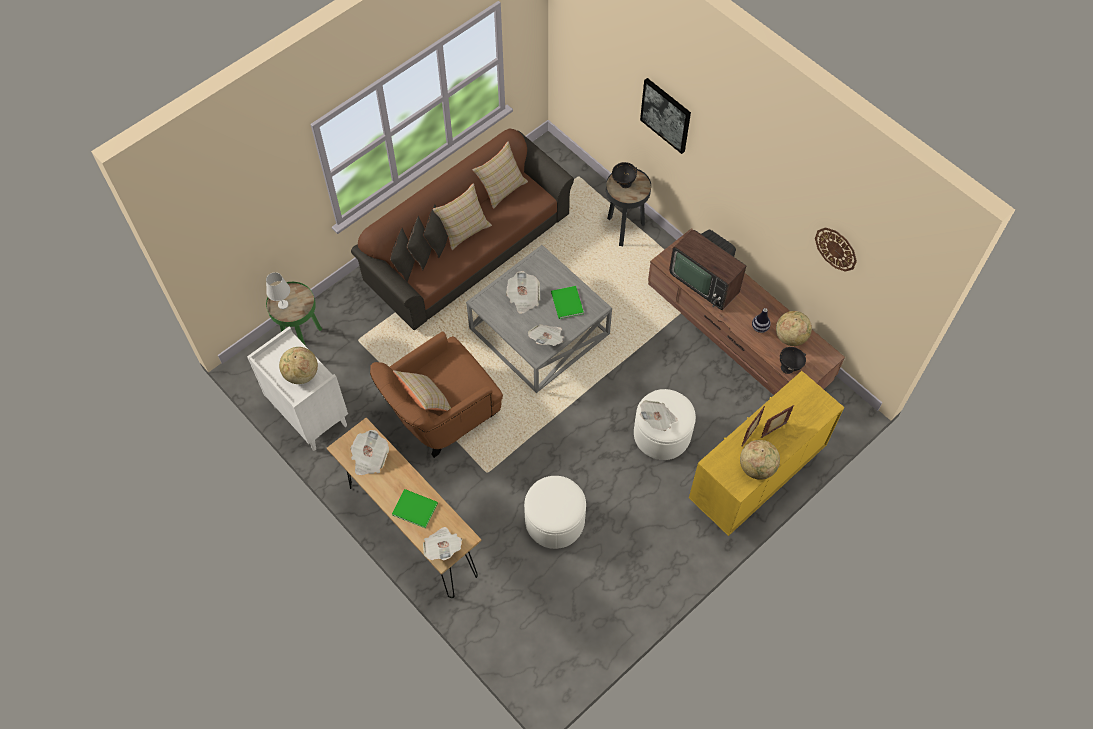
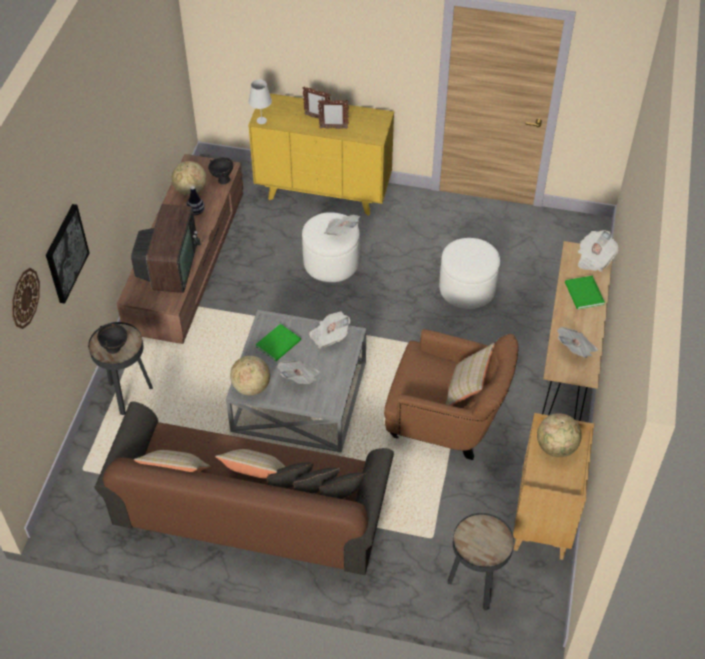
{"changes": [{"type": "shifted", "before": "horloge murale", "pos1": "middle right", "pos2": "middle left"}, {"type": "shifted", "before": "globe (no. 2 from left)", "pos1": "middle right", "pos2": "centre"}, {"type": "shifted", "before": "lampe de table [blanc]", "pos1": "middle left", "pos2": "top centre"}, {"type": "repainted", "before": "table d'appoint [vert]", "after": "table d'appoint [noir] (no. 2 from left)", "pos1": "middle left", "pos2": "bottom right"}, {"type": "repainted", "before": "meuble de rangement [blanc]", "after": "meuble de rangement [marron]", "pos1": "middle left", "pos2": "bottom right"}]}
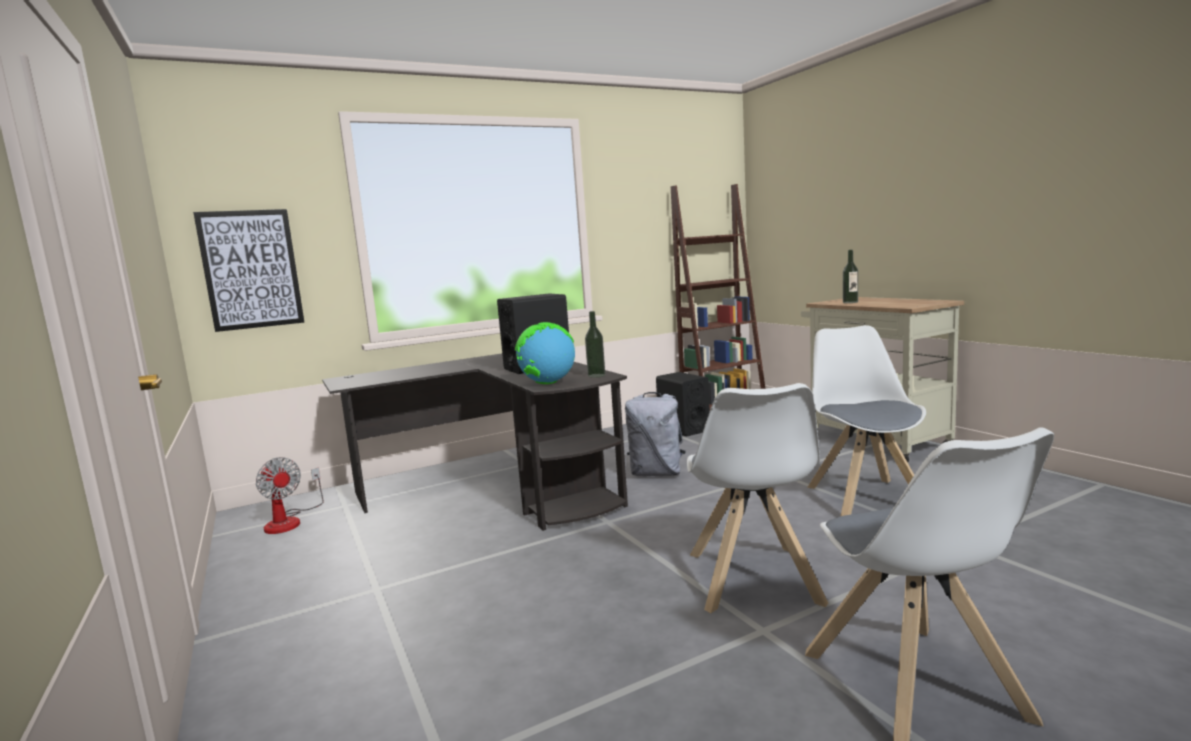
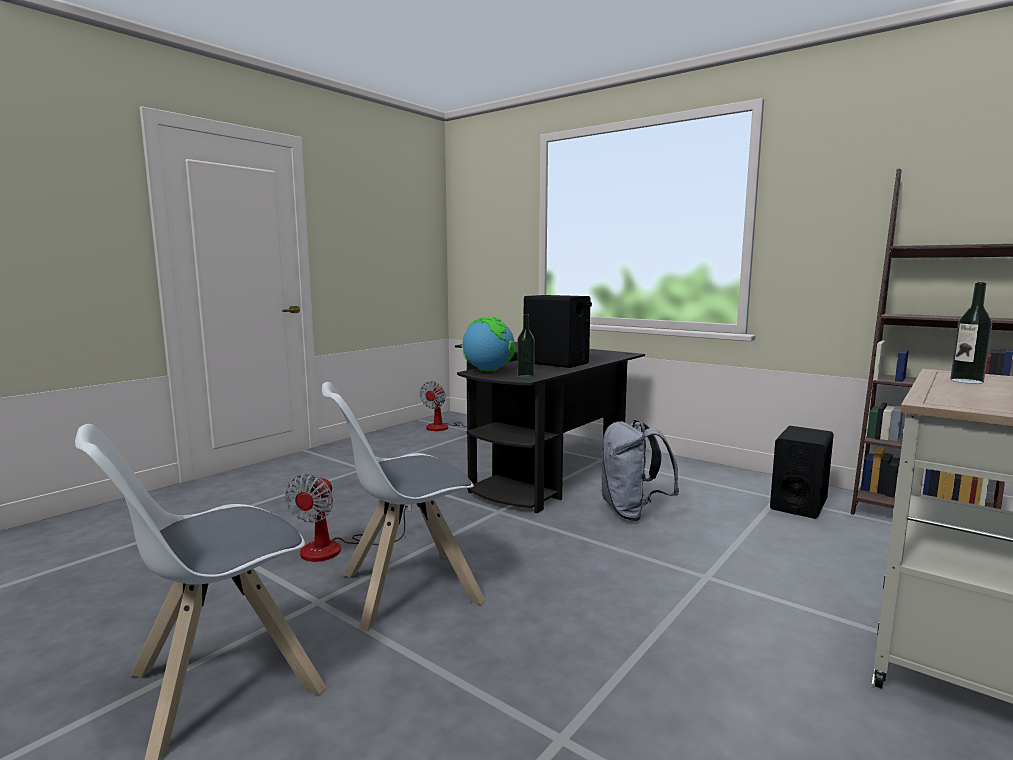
{"changes": [{"type": "new", "after": "ventilateur (no. 1 from left)", "pos2": "bottom centre"}, {"type": "gone", "before": "tableau", "pos1": "middle left"}, {"type": "gone", "before": "chaise (no. 2 from left)", "pos1": "middle right"}]}
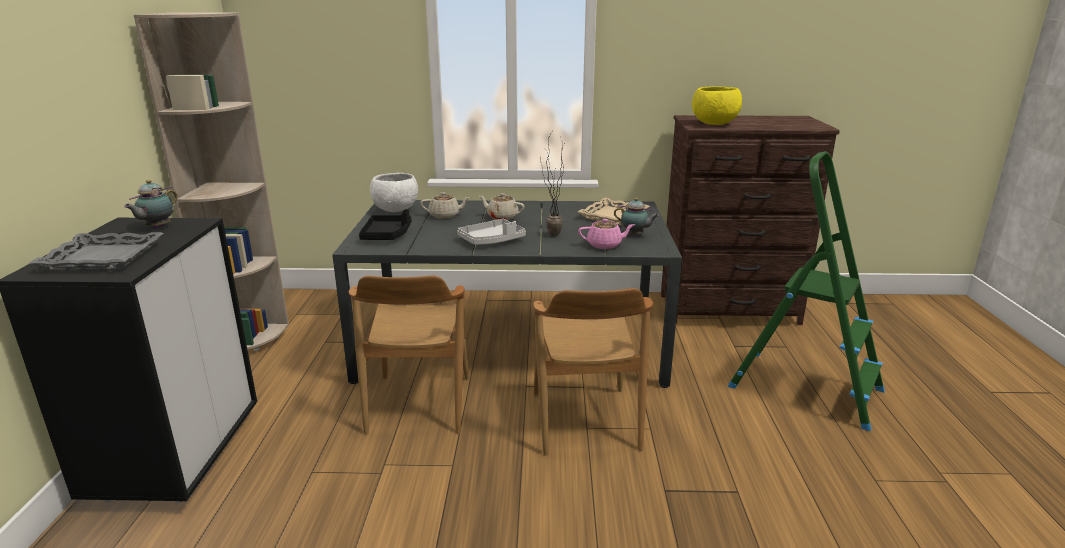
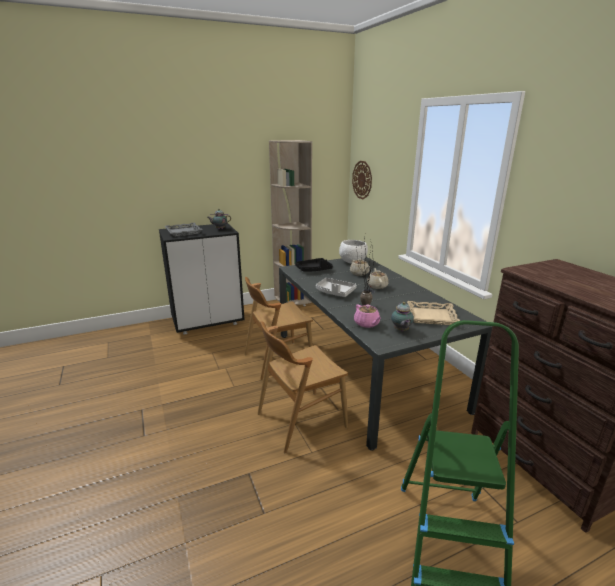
{"changes": [{"type": "new", "after": "horloge murale", "pos2": "top centre"}, {"type": "gone", "before": "bol [jaune]", "pos1": "top right"}]}
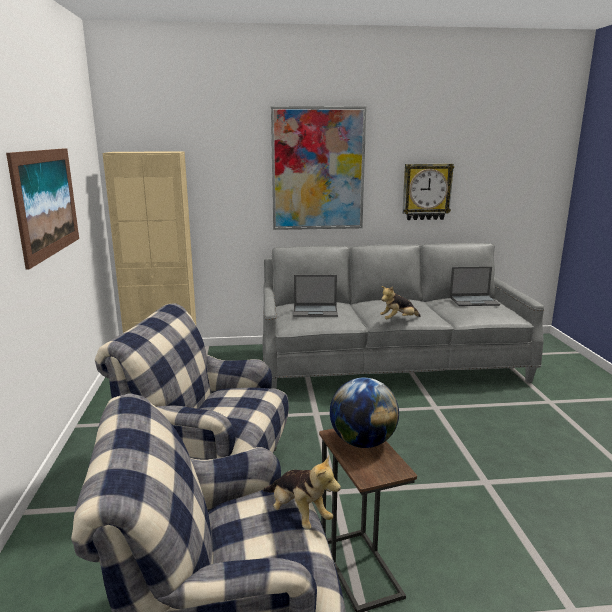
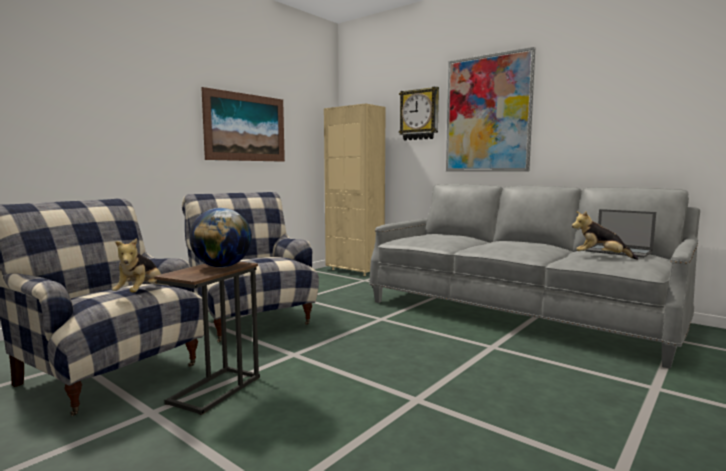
{"changes": [{"type": "shifted", "before": "horloge murale", "pos1": "top right", "pos2": "top centre"}, {"type": "shifted", "before": "peluche (no. 2 from left)", "pos1": "centre", "pos2": "middle right"}, {"type": "gone", "before": "ordinateur portable (no. 1 from left)", "pos1": "centre"}]}
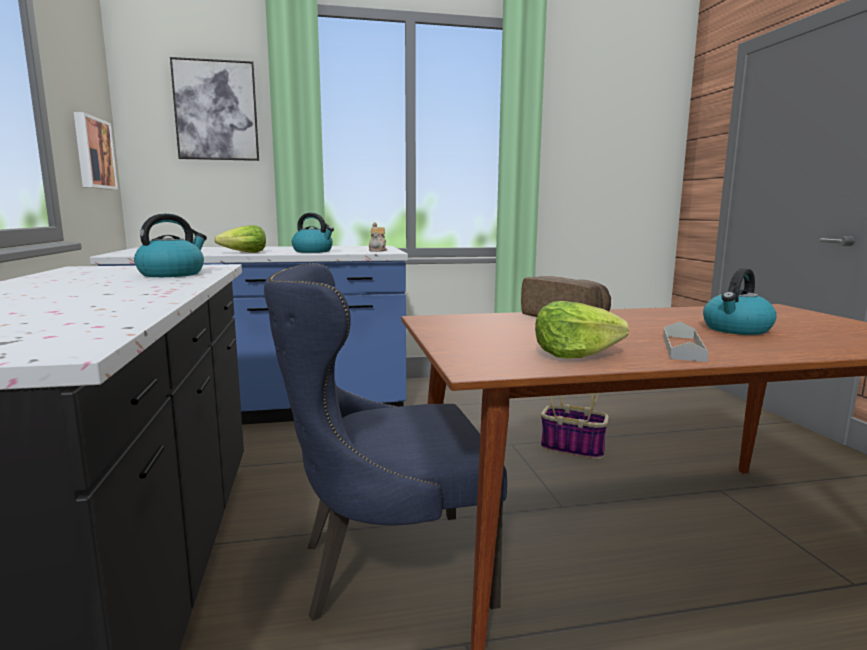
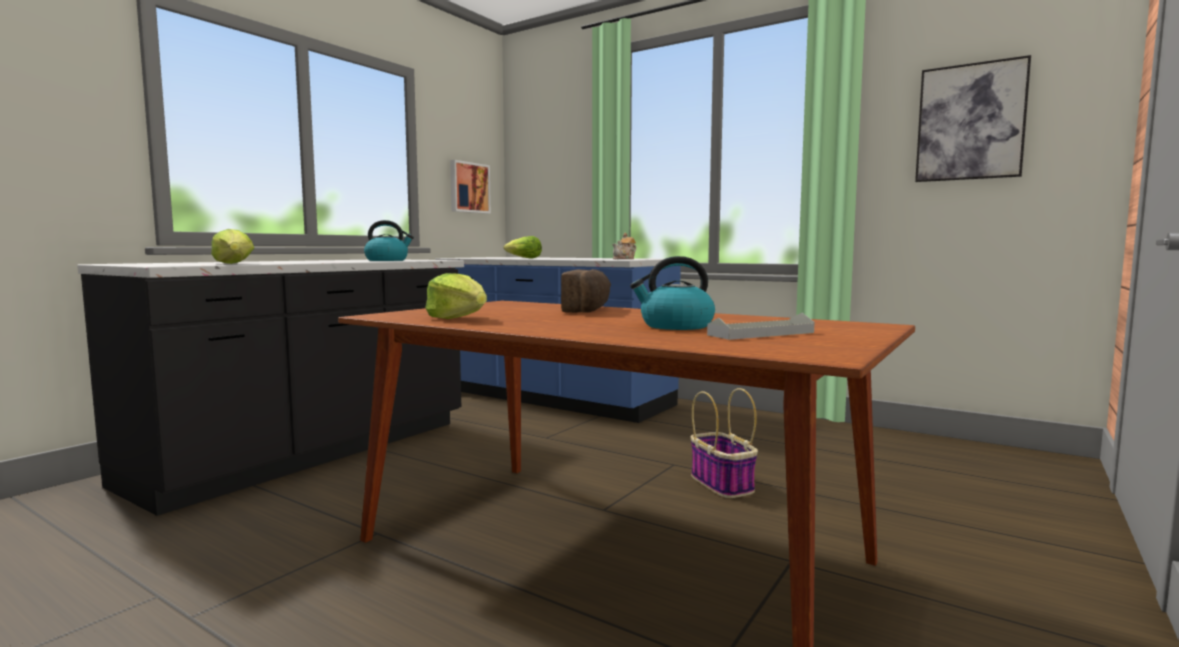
{"changes": [{"type": "new", "after": "laitue (no. 1 from left)", "pos2": "middle left"}, {"type": "shifted", "before": "plateau [gris]", "pos1": "middle right", "pos2": "centre"}, {"type": "shifted", "before": "tableau (no. 2 from left)", "pos1": "top left", "pos2": "top right"}, {"type": "gone", "before": "chaise [bleu]", "pos1": "bottom centre"}, {"type": "gone", "before": "bouilloire (no. 2 from left)", "pos1": "centre"}]}
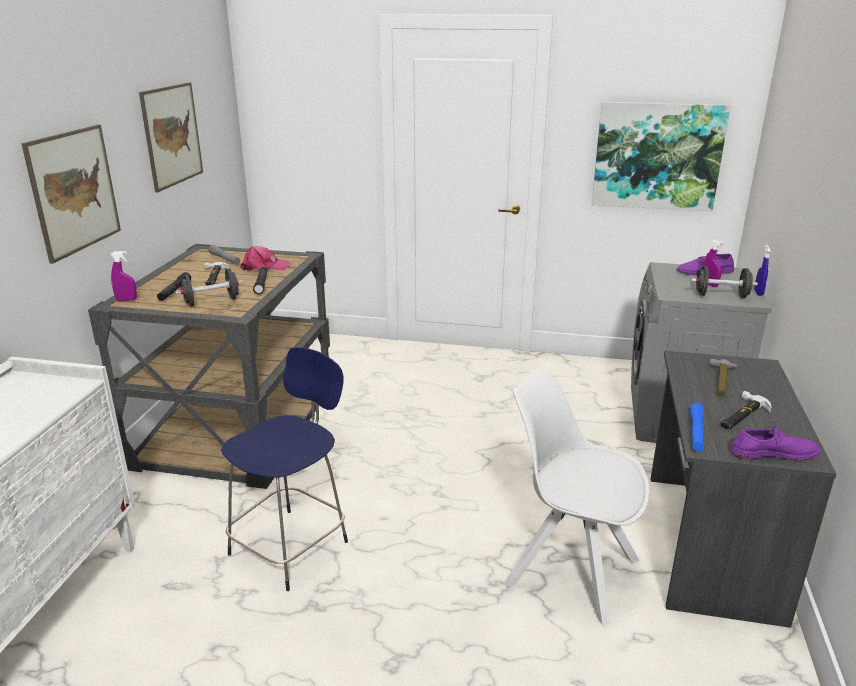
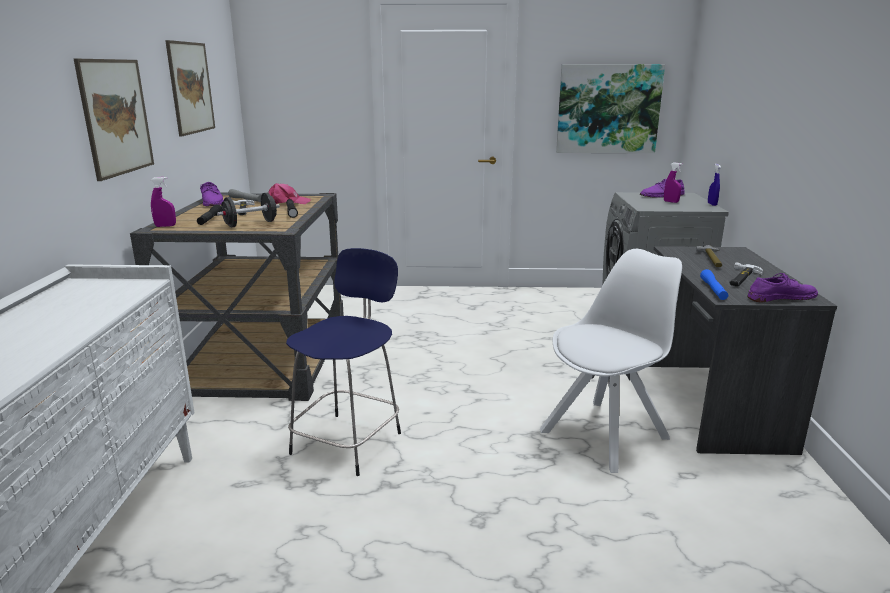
{"changes": [{"type": "new", "after": "chaussure [violet] (no. 1 from left)", "pos2": "top left"}, {"type": "rotated", "before": "chaise [blanc]", "pos1": "bottom right", "pos2": "middle right", "turn": 120}, {"type": "gone", "before": "haltère [noir] (no. 2 from left)", "pos1": "middle right"}]}
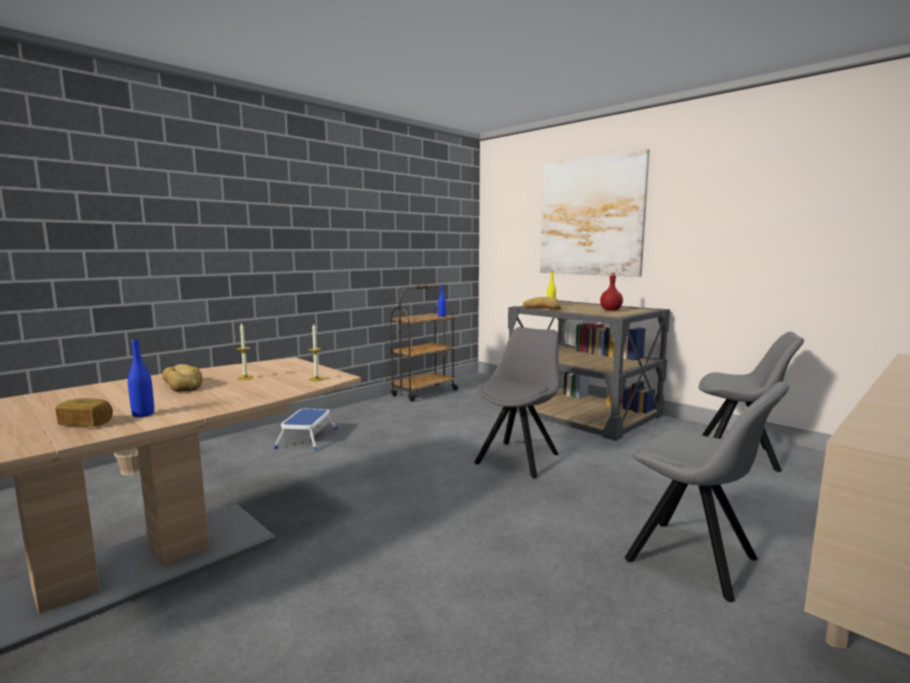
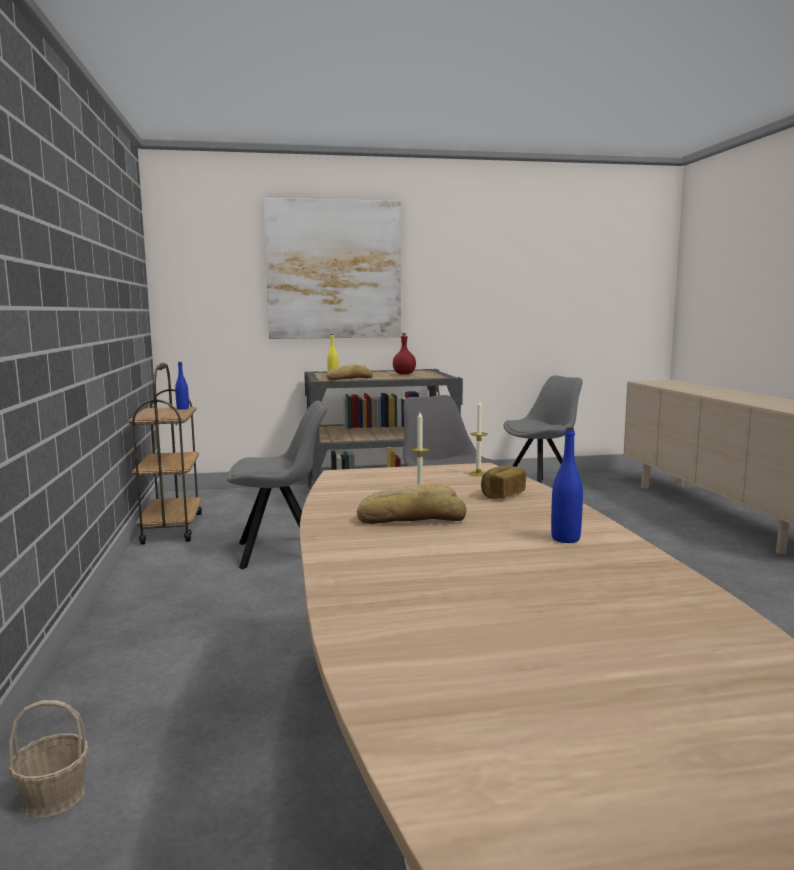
{"changes": [{"type": "shifted", "before": "chaise [gris] (no. 2 from left in the first image)", "after": "chaise [gris] (no. 1 from left)", "pos1": "bottom right", "pos2": "centre"}, {"type": "shifted", "before": "pain (no. 1 from left in the first image)", "after": "pain (no. 3 from left)", "pos1": "middle left", "pos2": "centre"}, {"type": "gone", "before": "escabeau [bleu]", "pos1": "centre"}]}
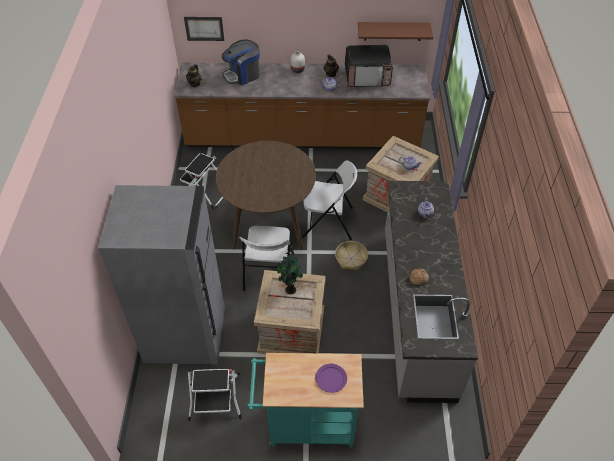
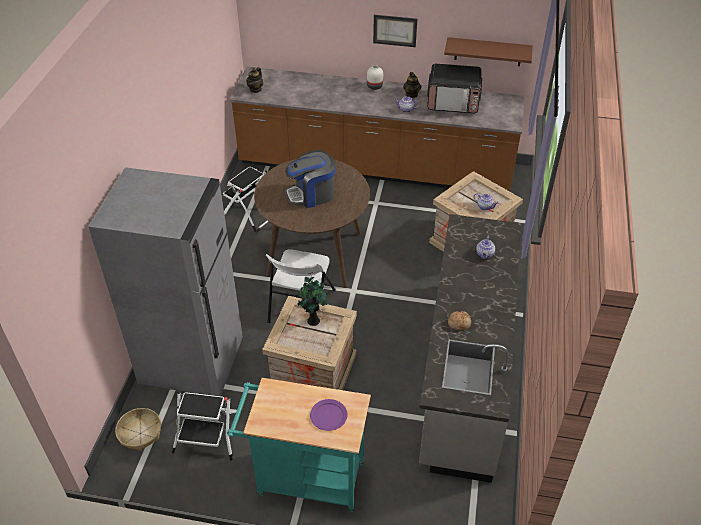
{"changes": [{"type": "shifted", "before": "panier", "pos1": "centre", "pos2": "bottom left"}, {"type": "shifted", "before": "machine à café", "pos1": "top centre", "pos2": "centre"}, {"type": "shifted", "before": "tableau", "pos1": "top left", "pos2": "top centre"}, {"type": "gone", "before": "chaise [blanc] (no. 2 from left)", "pos1": "centre"}]}
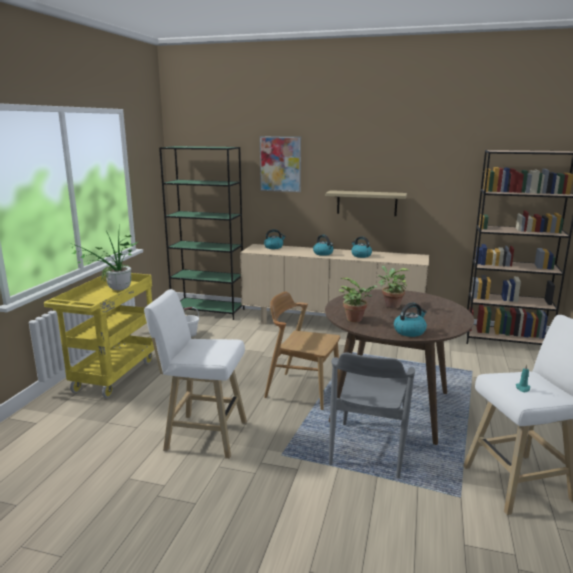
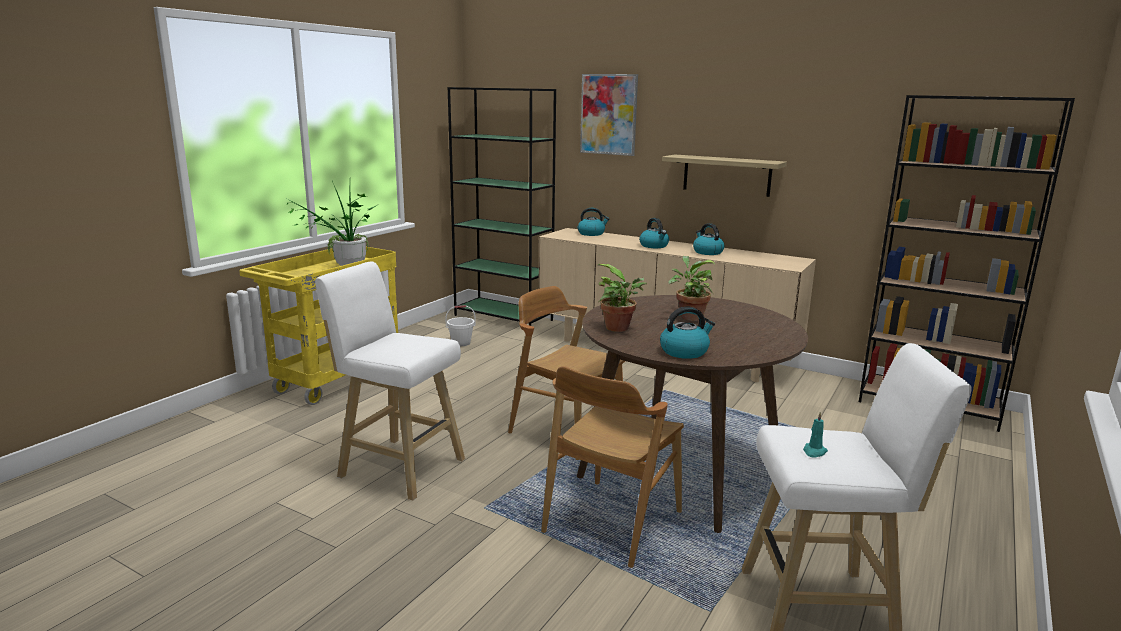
{"changes": [{"type": "repainted", "before": "chaise [gris]", "after": "chaise [marron] (no. 2 from left)", "pos1": "bottom centre", "pos2": "bottom centre"}]}
